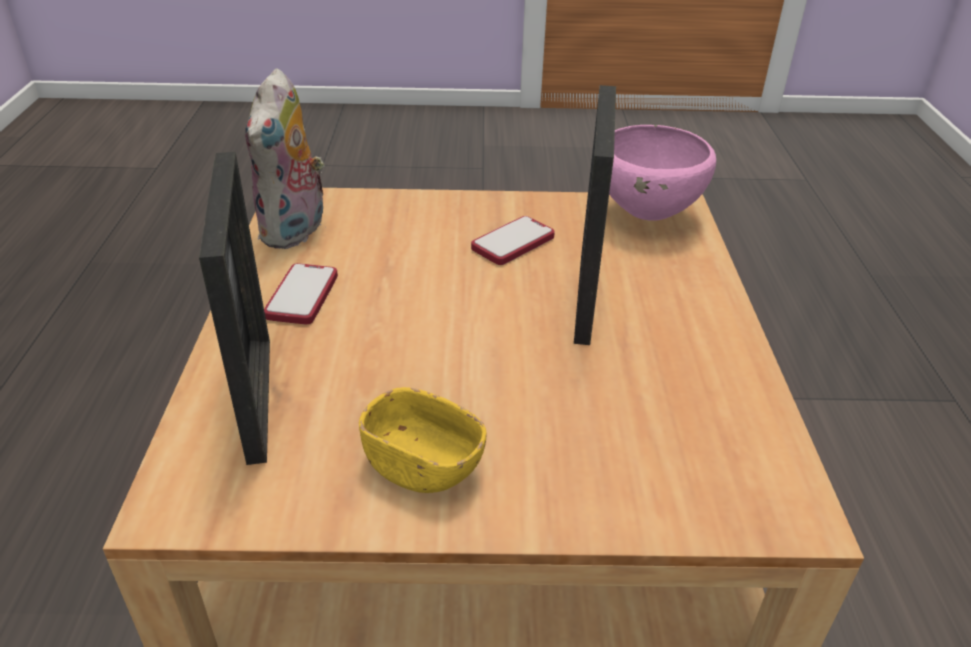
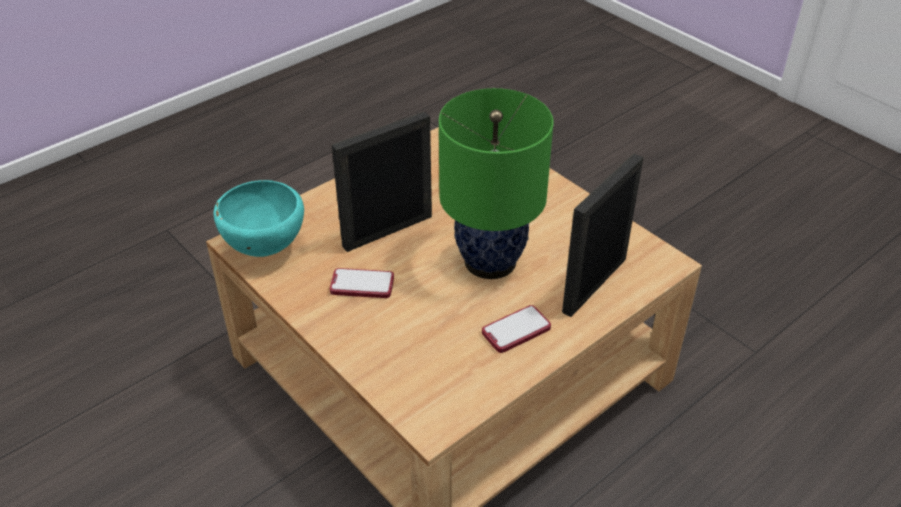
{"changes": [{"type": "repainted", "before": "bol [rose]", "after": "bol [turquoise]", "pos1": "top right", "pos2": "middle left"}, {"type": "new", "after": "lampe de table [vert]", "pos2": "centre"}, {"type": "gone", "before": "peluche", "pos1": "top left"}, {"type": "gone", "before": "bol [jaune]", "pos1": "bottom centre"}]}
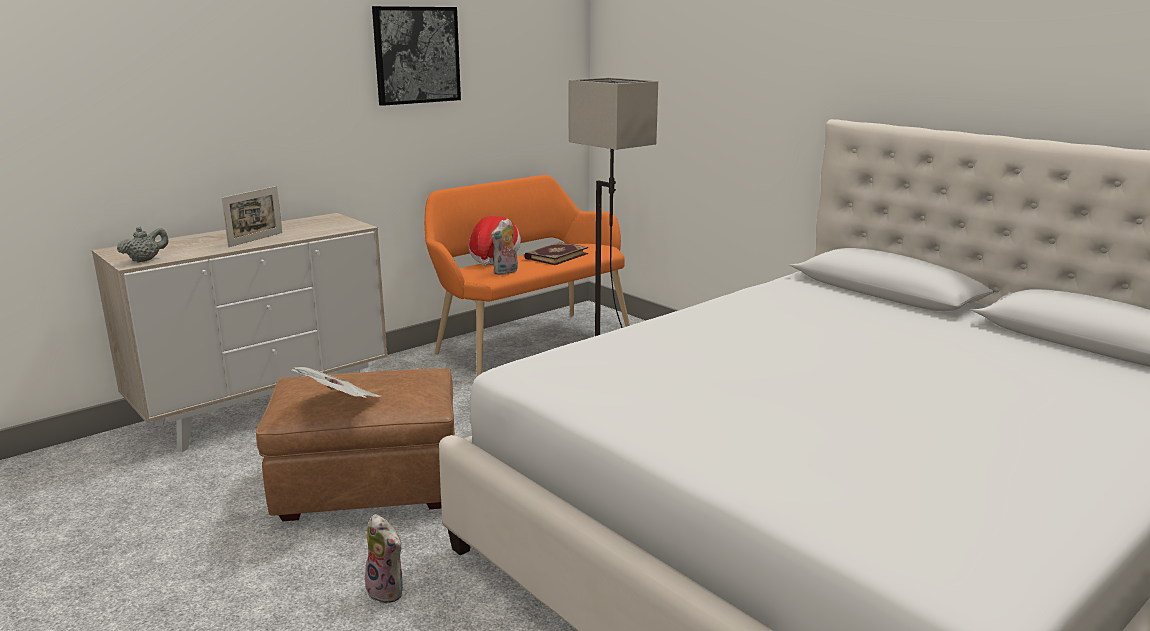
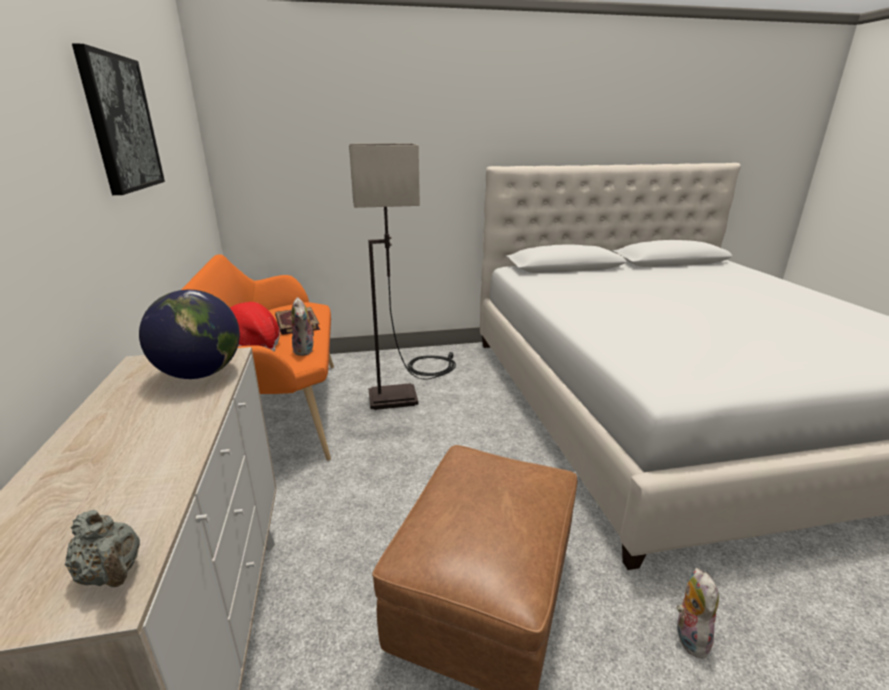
{"changes": [{"type": "rotated", "before": "théière [gris]", "pos1": "middle left", "pos2": "bottom left", "turn": 150}, {"type": "new", "after": "globe", "pos2": "middle left"}, {"type": "rotated", "before": "peluche (no. 1 from left in the first image)", "pos1": "bottom centre", "pos2": "bottom right", "turn": -60}, {"type": "gone", "before": "cadre photo", "pos1": "middle left"}, {"type": "gone", "before": "journal", "pos1": "middle left"}]}
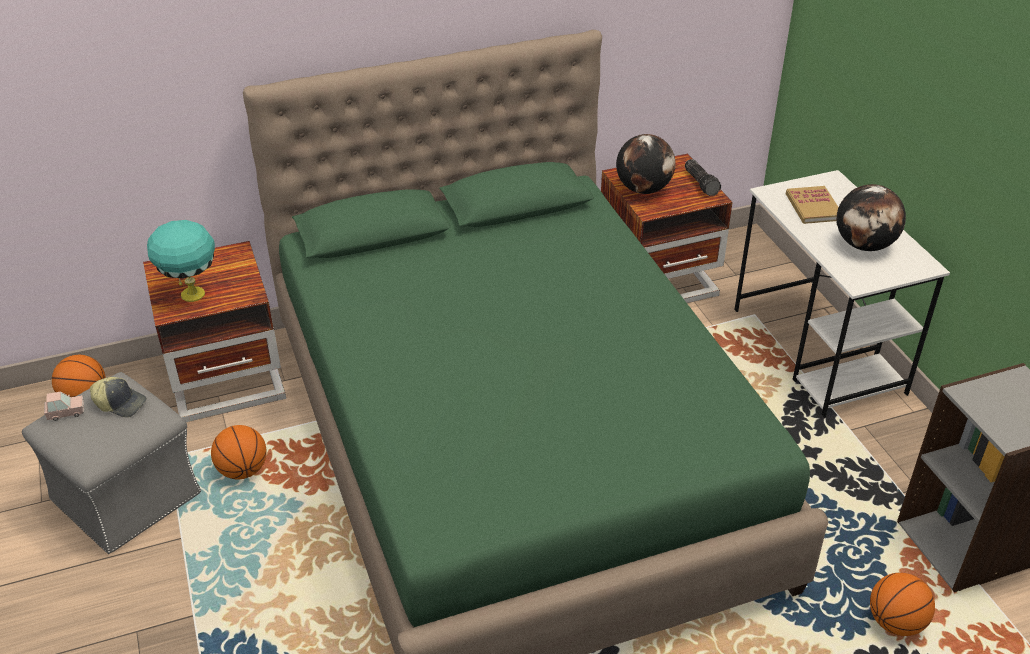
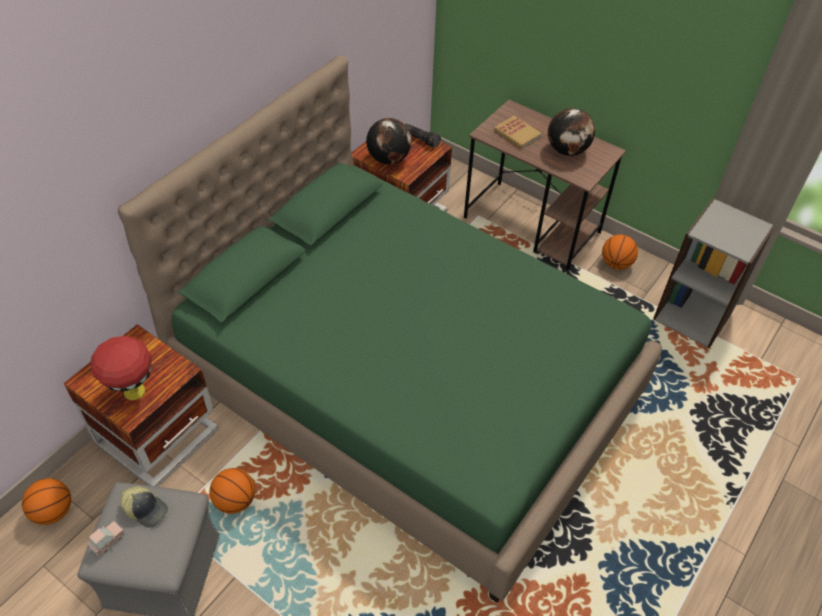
{"changes": [{"type": "repainted", "before": "lampe de table [turquoise]", "after": "lampe de table [rouge]", "pos1": "middle left", "pos2": "middle left"}, {"type": "rotated", "before": "casquette", "pos1": "middle left", "pos2": "bottom left", "turn": 45}, {"type": "repainted", "before": "bureau [blanc]", "after": "bureau [marron]", "pos1": "middle right", "pos2": "top centre"}, {"type": "shifted", "before": "ballon de basket (no. 3 from left)", "pos1": "bottom right", "pos2": "middle right"}]}
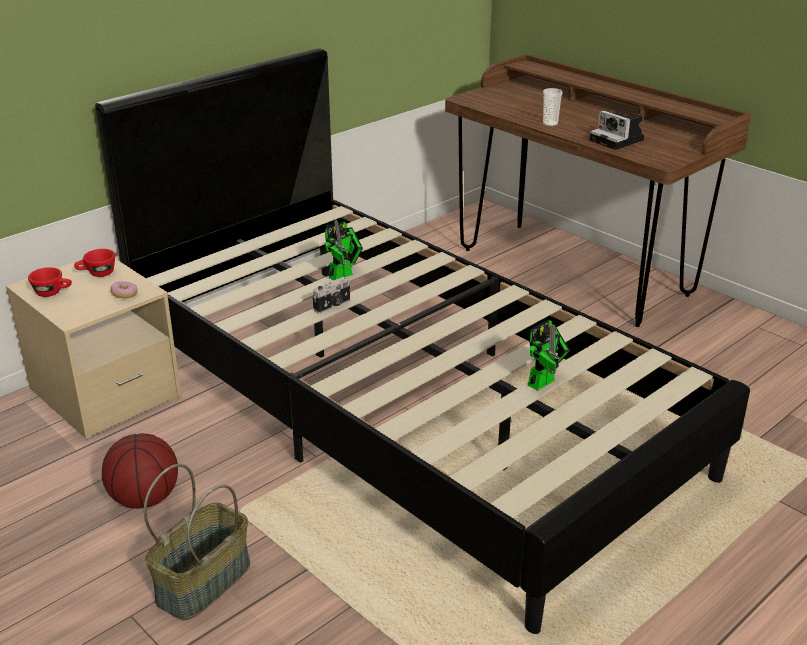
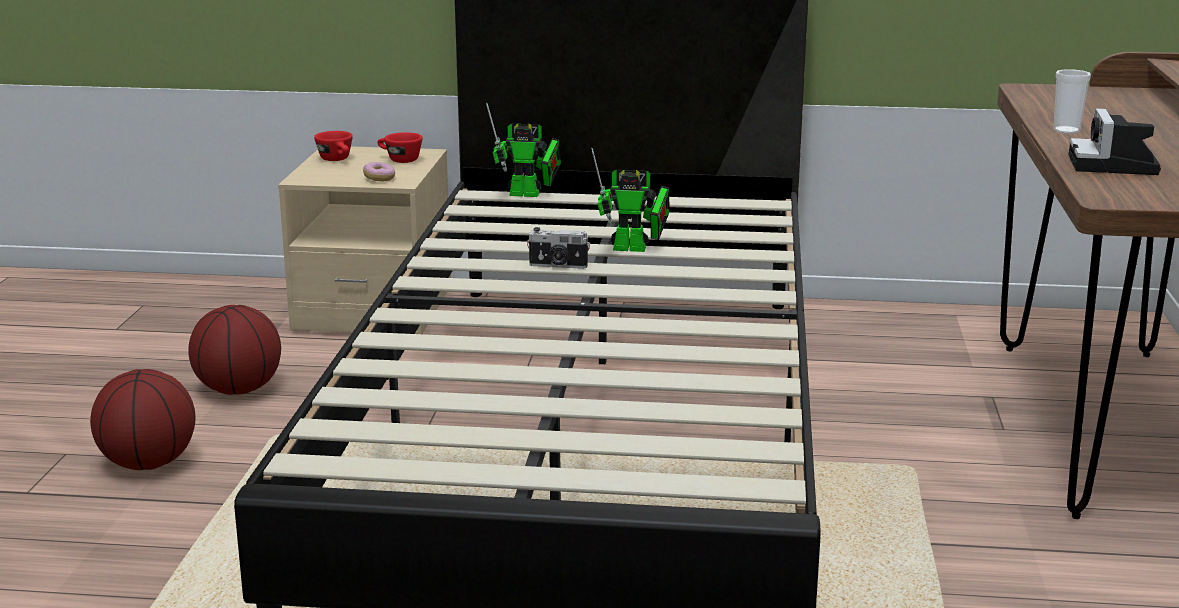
{"changes": [{"type": "swapped", "before": "panier", "after": "ballon de basket (no. 1 from left)", "pos1": "bottom left", "pos2": "bottom left"}, {"type": "shifted", "before": "robot jouet (no. 2 from left in the first image)", "after": "robot jouet (no. 1 from left)", "pos1": "middle right", "pos2": "top centre"}]}
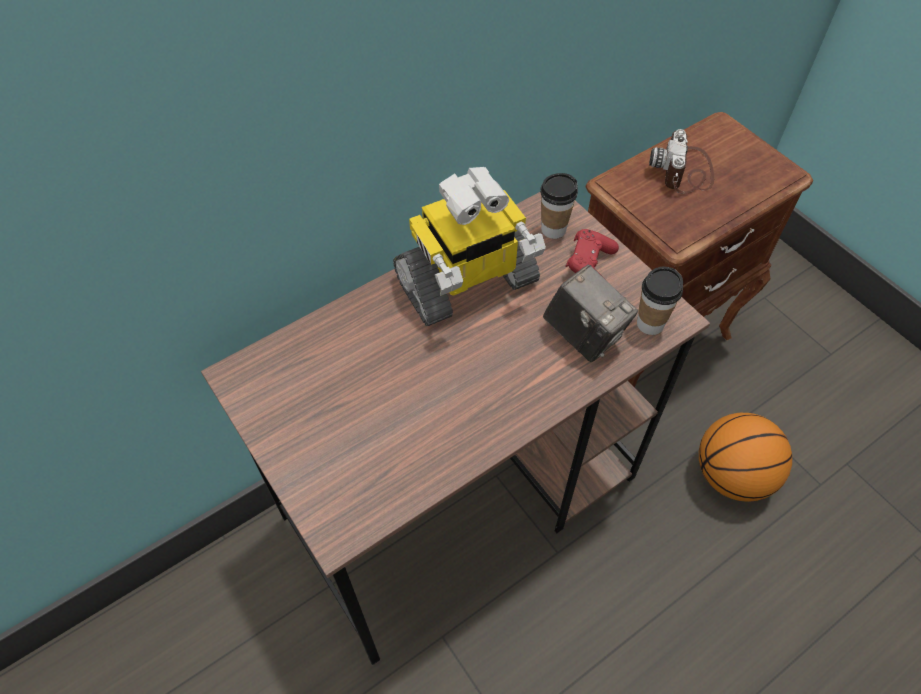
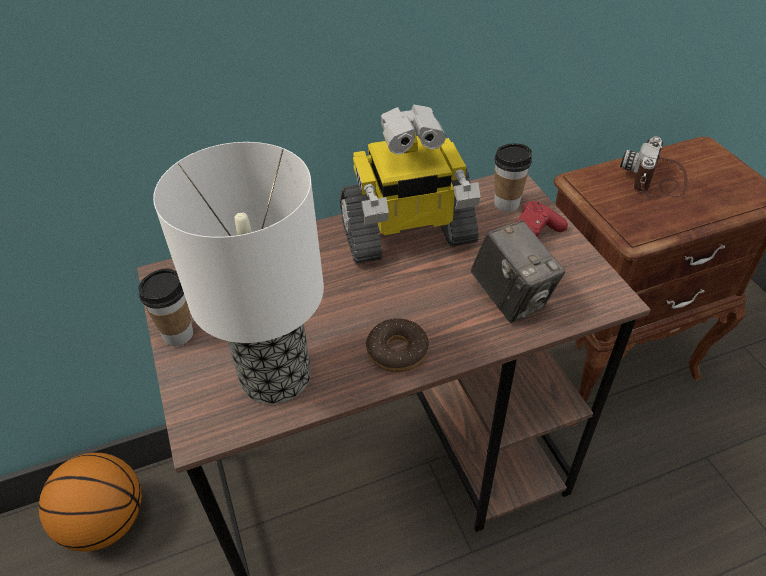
{"changes": [{"type": "shifted", "before": "ballon de basket", "pos1": "middle right", "pos2": "bottom left"}, {"type": "shifted", "before": "tasse (no. 2 from left in the first image)", "after": "tasse (no. 1 from left)", "pos1": "middle right", "pos2": "middle left"}, {"type": "new", "after": "lampe de table", "pos2": "middle left"}, {"type": "new", "after": "beignet", "pos2": "centre"}]}
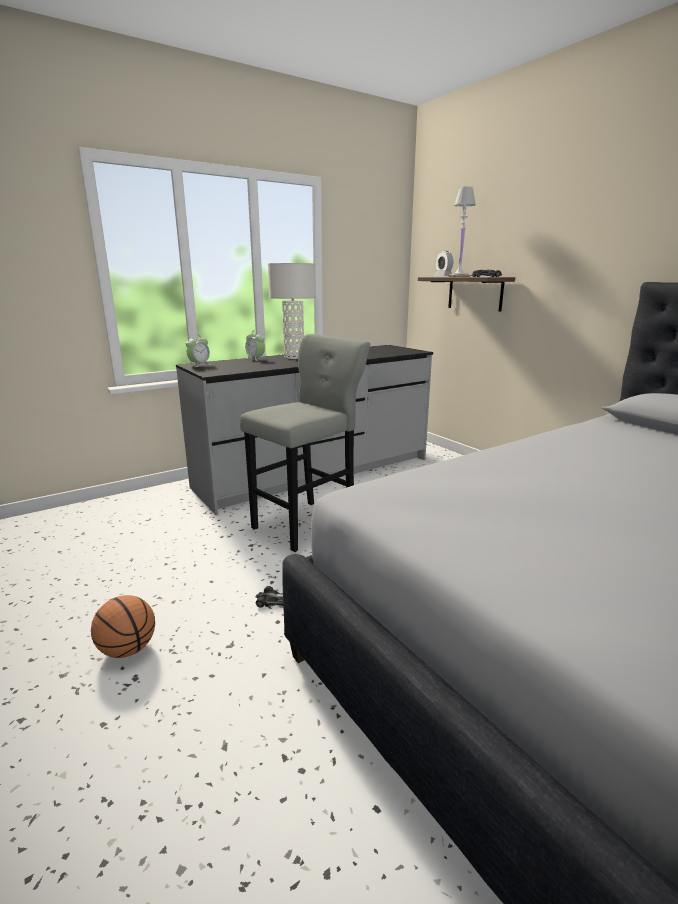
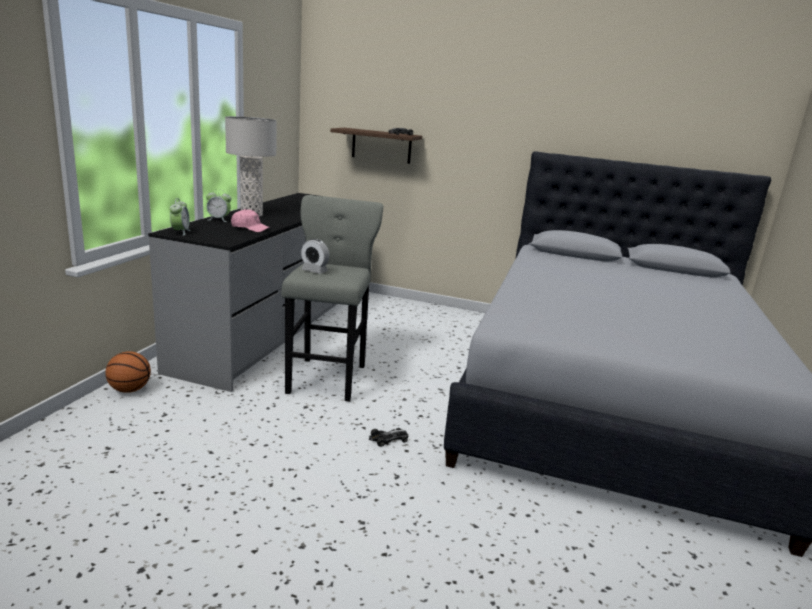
{"changes": [{"type": "shifted", "before": "ballon de basket", "pos1": "bottom left", "pos2": "middle left"}, {"type": "new", "after": "casquette [rose]", "pos2": "middle left"}, {"type": "shifted", "before": "réveil (no. 3 from left)", "pos1": "top centre", "pos2": "centre"}, {"type": "gone", "before": "lampe de table [blanc] (no. 2 from left)", "pos1": "top right"}]}
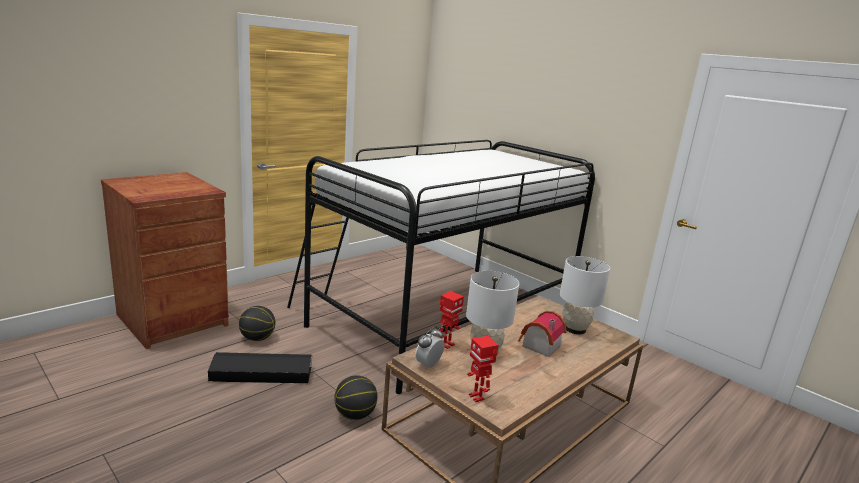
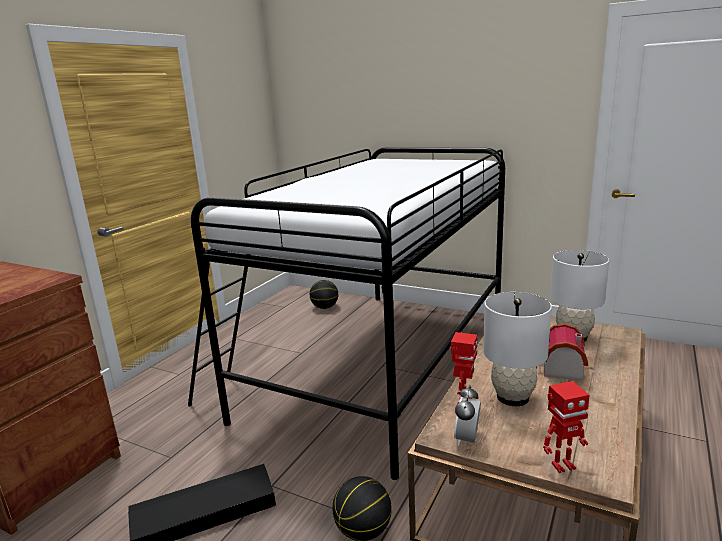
{"changes": [{"type": "shifted", "before": "ballon de basket (no. 1 from left)", "pos1": "bottom left", "pos2": "centre"}, {"type": "rotated", "before": "robot jouet (no. 2 from left)", "pos1": "bottom centre", "pos2": "bottom right", "turn": -60}]}
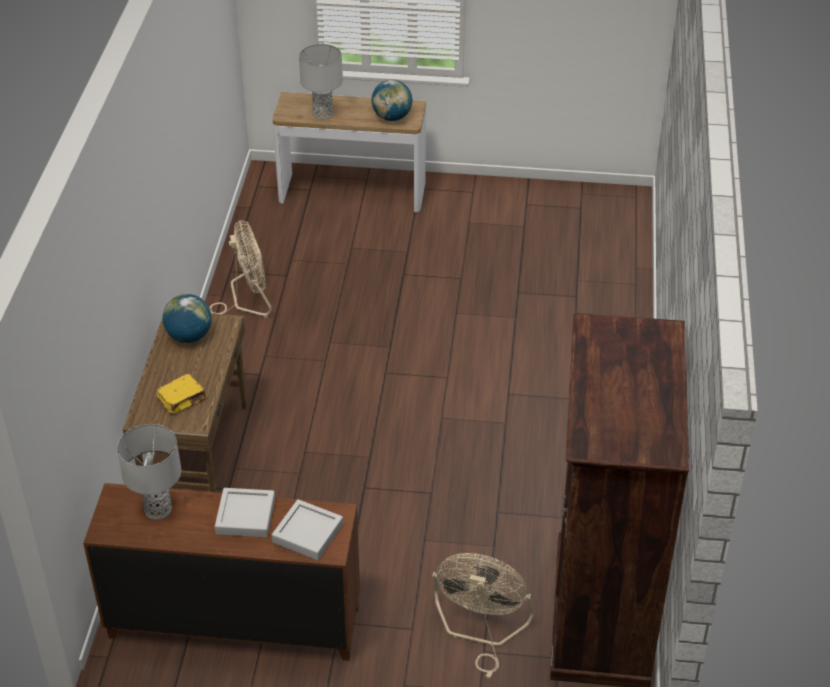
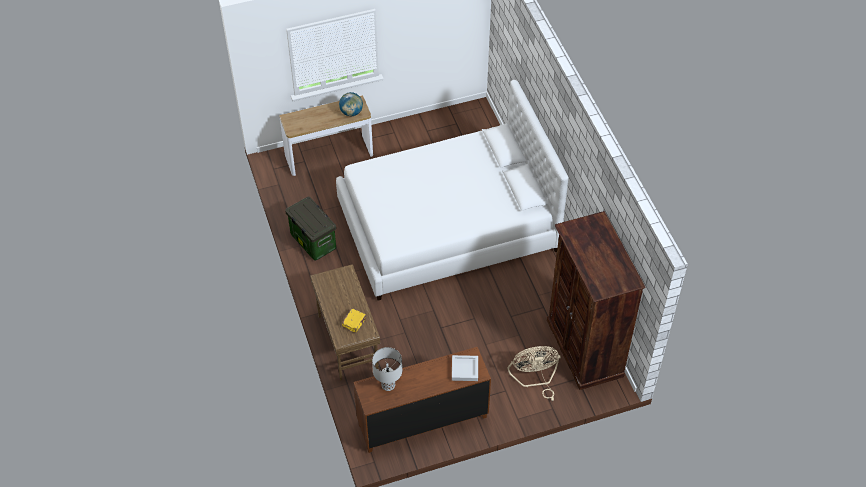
{"changes": [{"type": "swapped", "before": "ventilateur [beige] (no. 1 from left)", "after": "boîte de rangement", "pos1": "middle left", "pos2": "centre"}, {"type": "new", "after": "lit [blanc]", "pos2": "centre"}, {"type": "gone", "before": "globe (no. 1 from left)", "pos1": "middle left"}, {"type": "gone", "before": "plateau [gris] (no. 1 from left)", "pos1": "bottom left"}, {"type": "gone", "before": "lampe de table [blanc] (no. 2 from left)", "pos1": "top centre"}]}
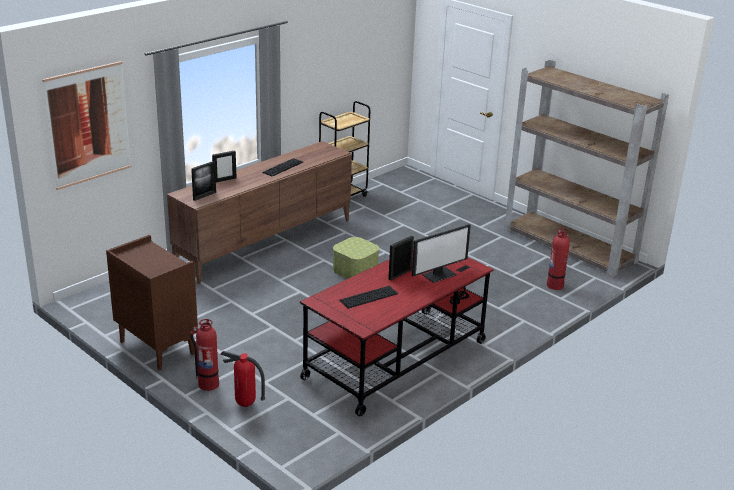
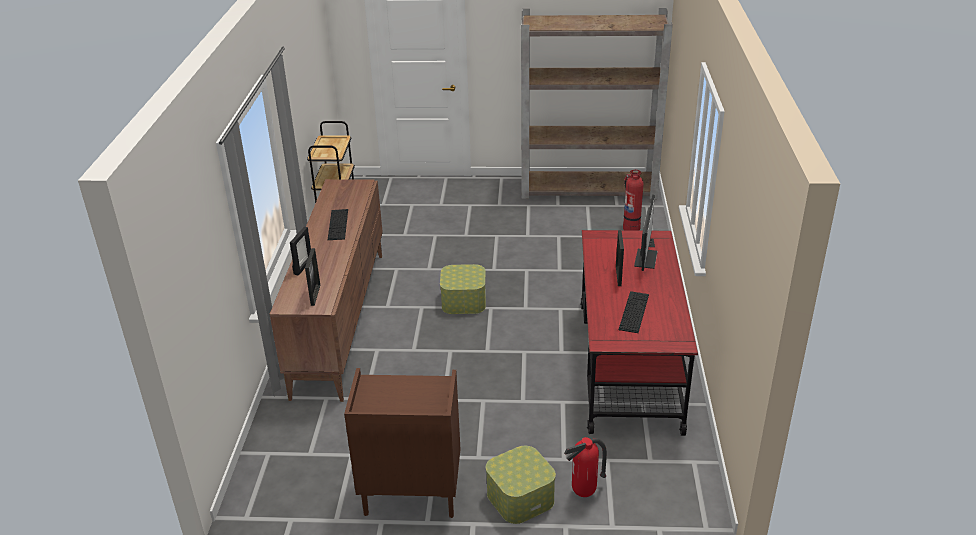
{"changes": [{"type": "swapped", "before": "extincteur (no. 1 from left)", "after": "boîte de rangement (no. 2 from left)", "pos1": "bottom left", "pos2": "bottom centre"}, {"type": "gone", "before": "tableau", "pos1": "top left"}]}
